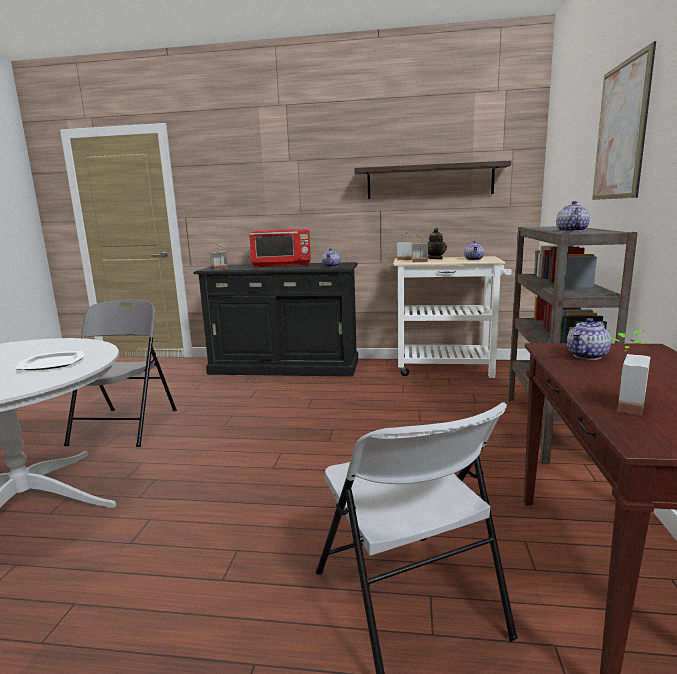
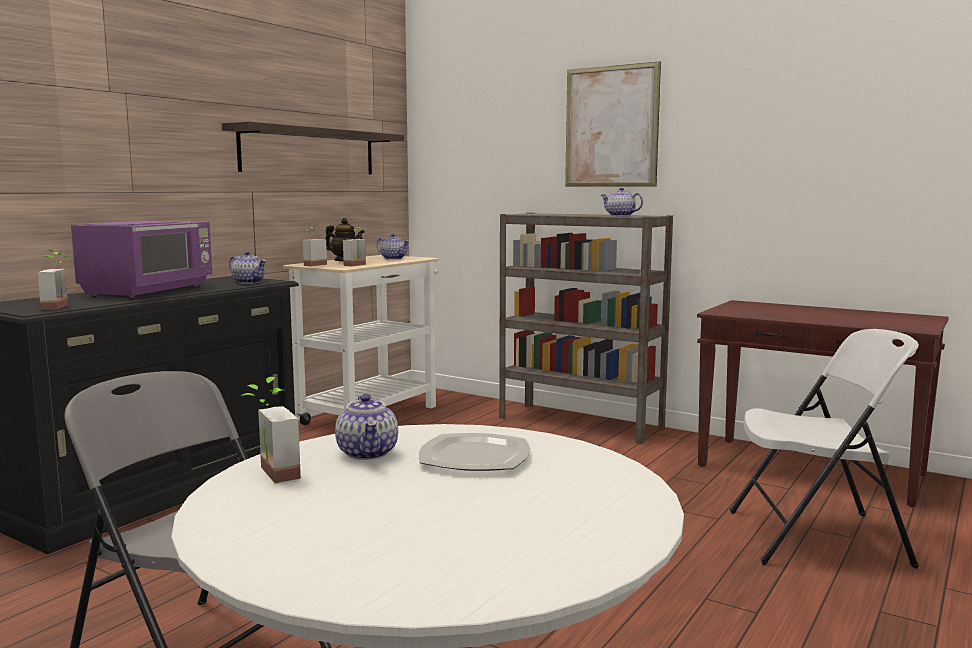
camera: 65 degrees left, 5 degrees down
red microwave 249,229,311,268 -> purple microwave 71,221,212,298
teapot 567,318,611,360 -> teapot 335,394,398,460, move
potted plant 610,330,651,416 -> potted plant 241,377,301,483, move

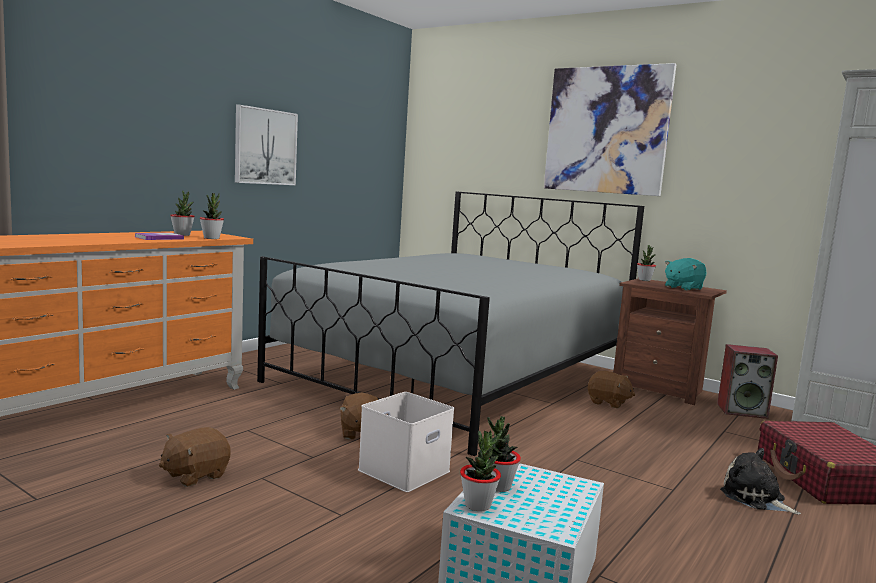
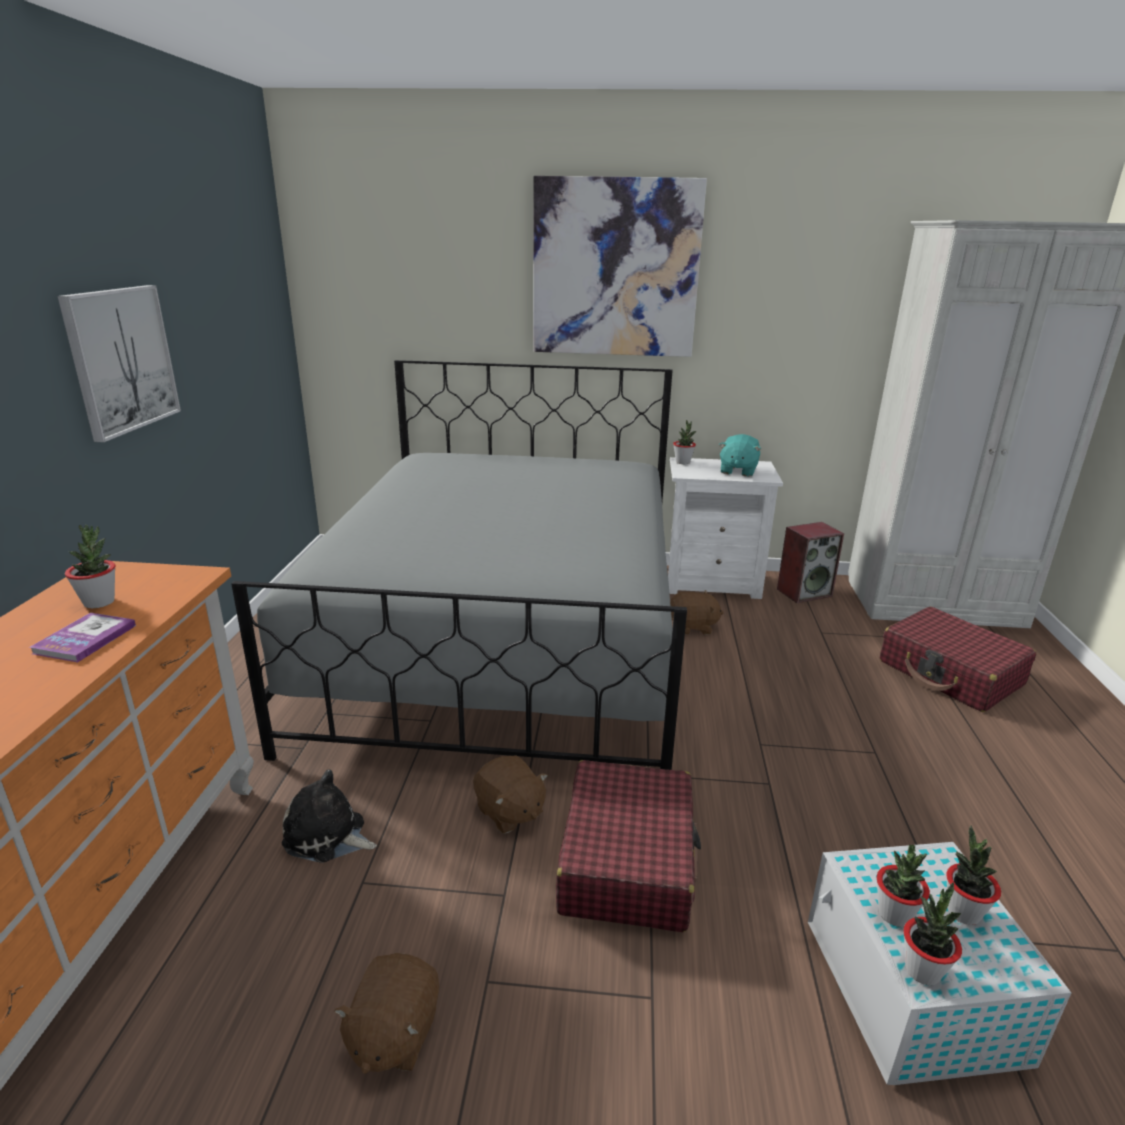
camera: 30 degrees left, 15 degrees up
potted plant 200,193,224,239 -> potted plant 946,826,1001,925, move
brown nightstand 613,278,727,405 -> white nightstand 668,457,783,599
white storage box 358,392,454,492 -> red suitcase 556,760,701,932
plush toy 720,448,801,515 -> plush toy 282,770,377,863, move

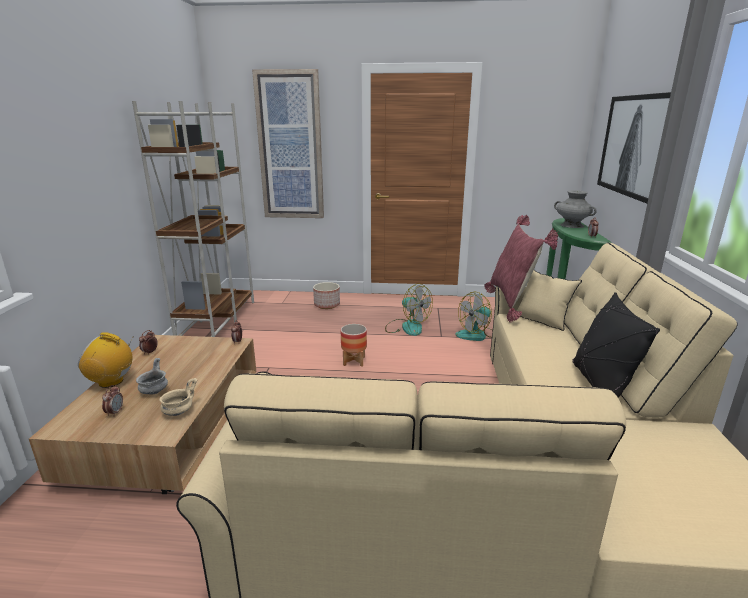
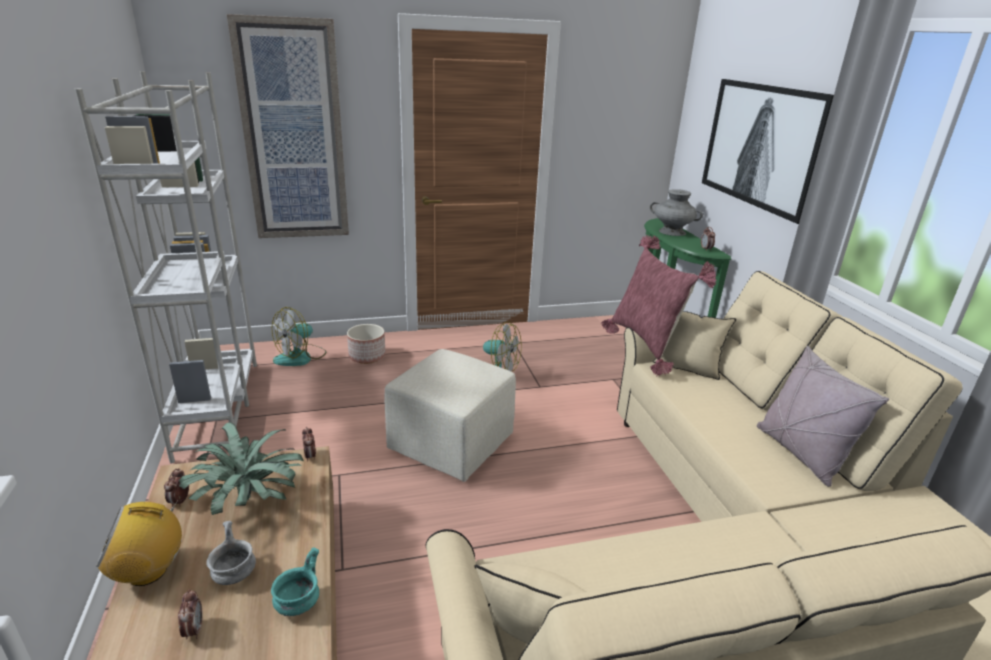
camera: 20 degrees left, 5 degrees up
brown bookcase 132,101,254,337 -> white bookcase 75,71,257,464
fan 455,292,492,341 -> fan 272,307,327,366, move
black pillow 572,292,660,398 -> purple pillow 757,346,889,487
planter 341,324,367,367 -> beige ottoman 384,349,516,482
beige bowl 159,378,197,416 -> turquoise bowl 271,547,319,616
none -> potted plant 179,422,304,515

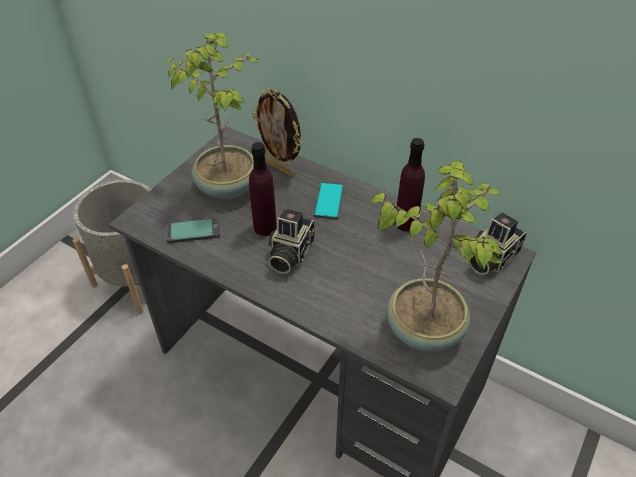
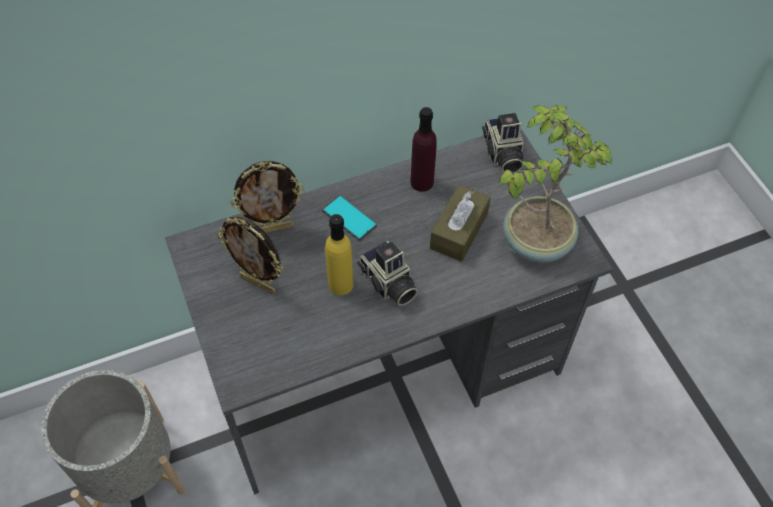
camera: 55 degrees left, 10 degrees up
potted plant 163,32,259,200 -> picture frame 217,217,283,294
purple bottle 249,142,277,236 -> yellow bottle 325,214,354,295
phone 167,218,220,243 -> none
none -> brown tissue box 430,185,491,262

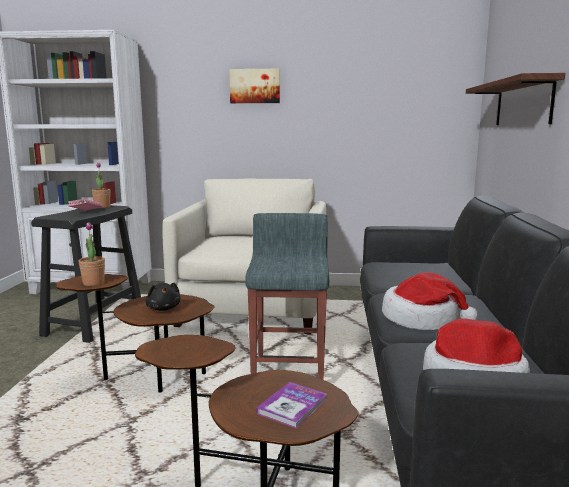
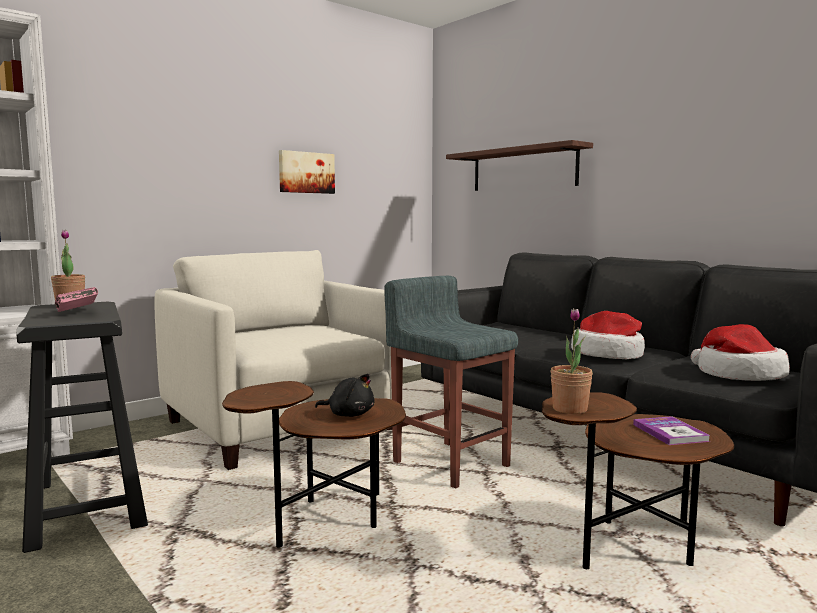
camera: 45 degrees left, 5 degrees down
picture 229,69,280,103 -> picture 279,150,335,194, move
potted plant 78,222,105,286 -> potted plant 550,308,593,414, move

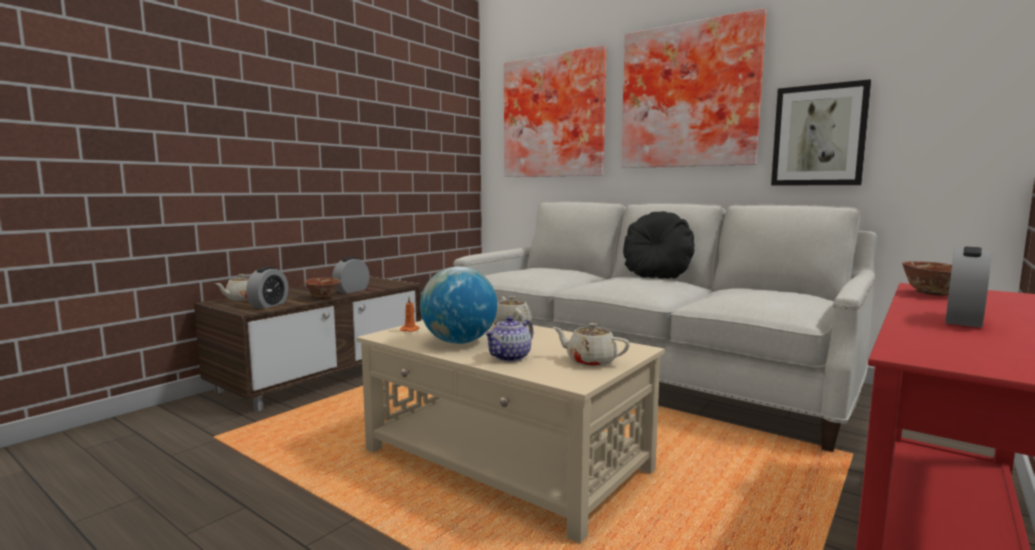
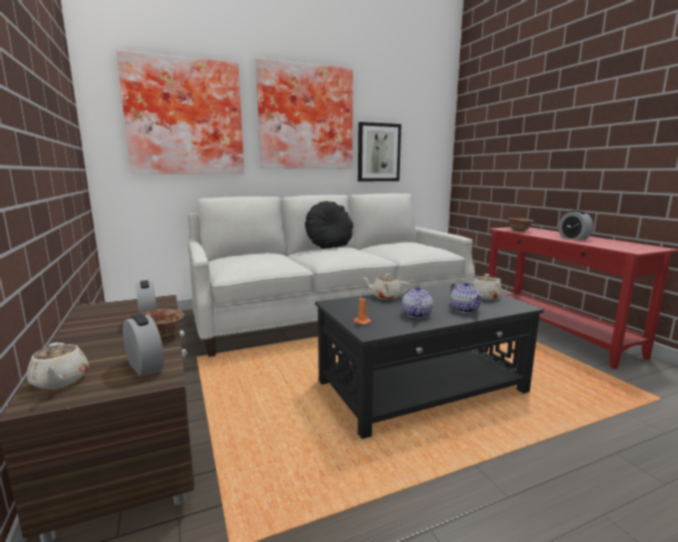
camera: 60 degrees left, 5 degrees up
globe 420,266,497,344 -> teapot 402,286,433,318
beige coffee table 357,320,665,543 -> black coffee table 315,282,544,439

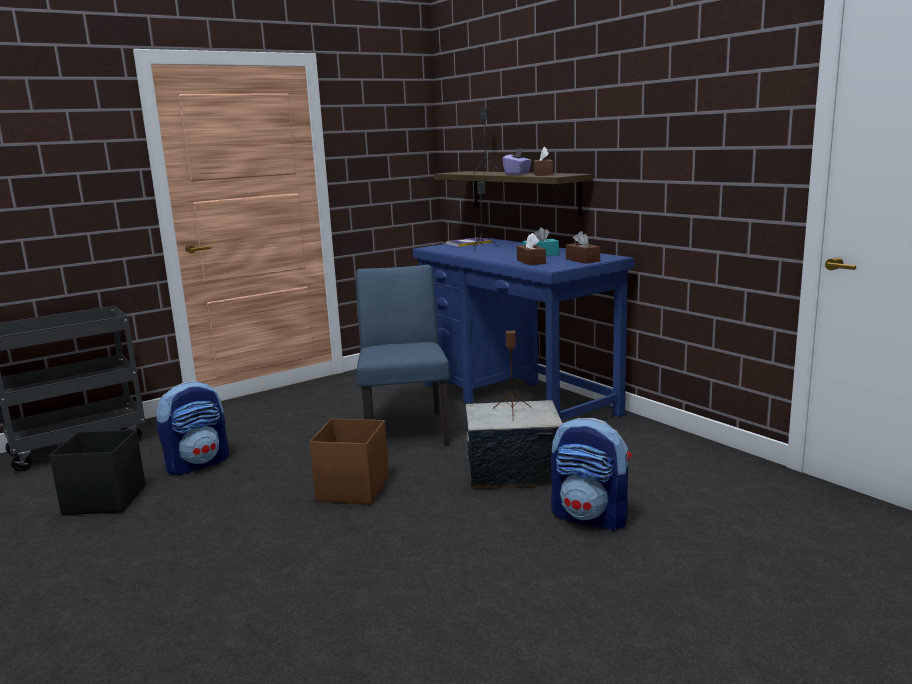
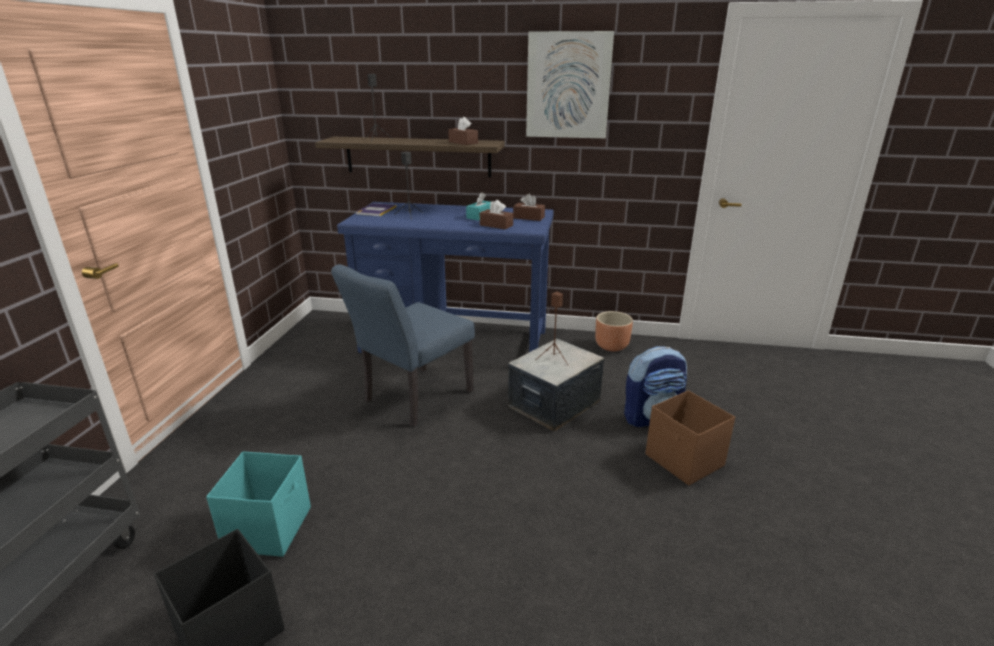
camera: 45 degrees left, 10 degrees up
purple tissue box 502,148,532,175 -> none
blue chair 356,265,450,445 -> blue chair 331,264,475,427, 90 degrees counterclockwise
backpack 156,381,229,475 -> turquoise storage box 206,451,311,557
brown storage box 309,418,389,504 -> brown storage box 645,391,735,485, move
none -> picture 526,31,614,139
none -> brown planter 595,311,633,351

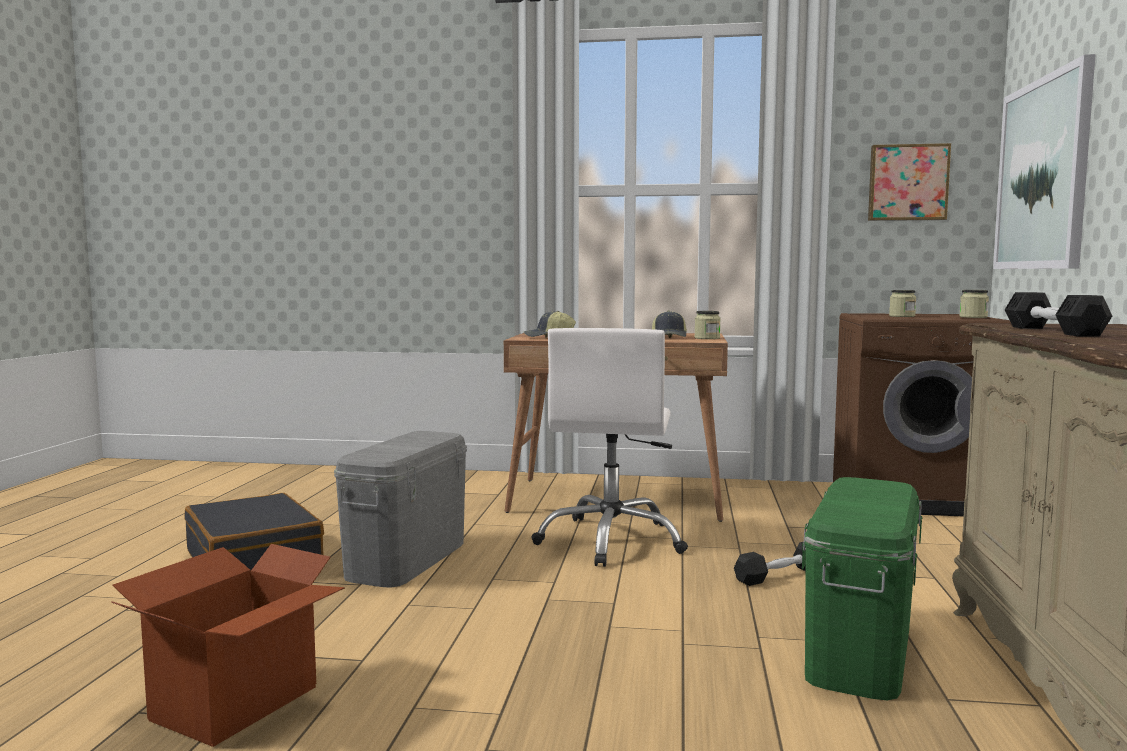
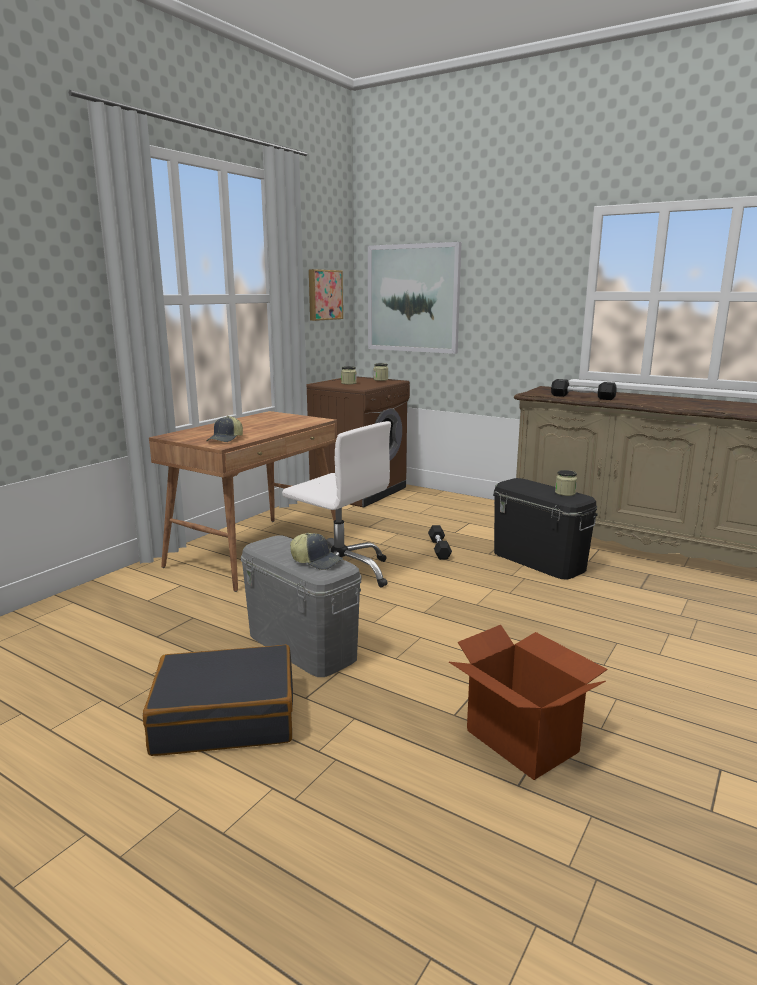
camera: 65 degrees left, 10 degrees up
cap 652,310,687,338 -> cap 290,533,343,570, move
jar 695,311,721,339 -> jar 555,470,577,496, move
green storage box 802,477,922,701 -> black storage box 493,478,598,579

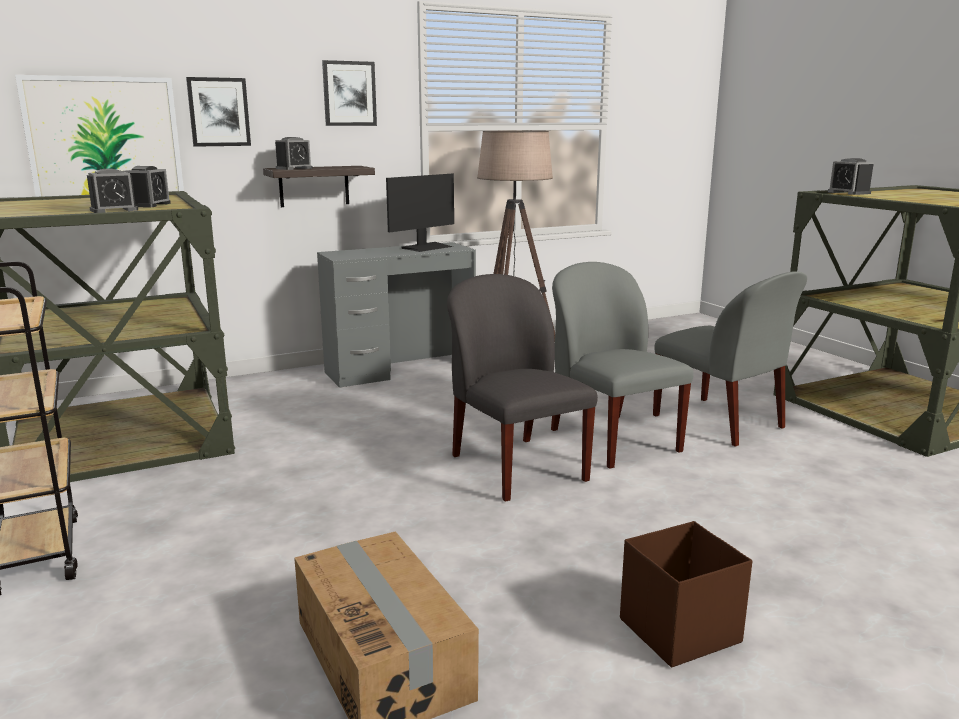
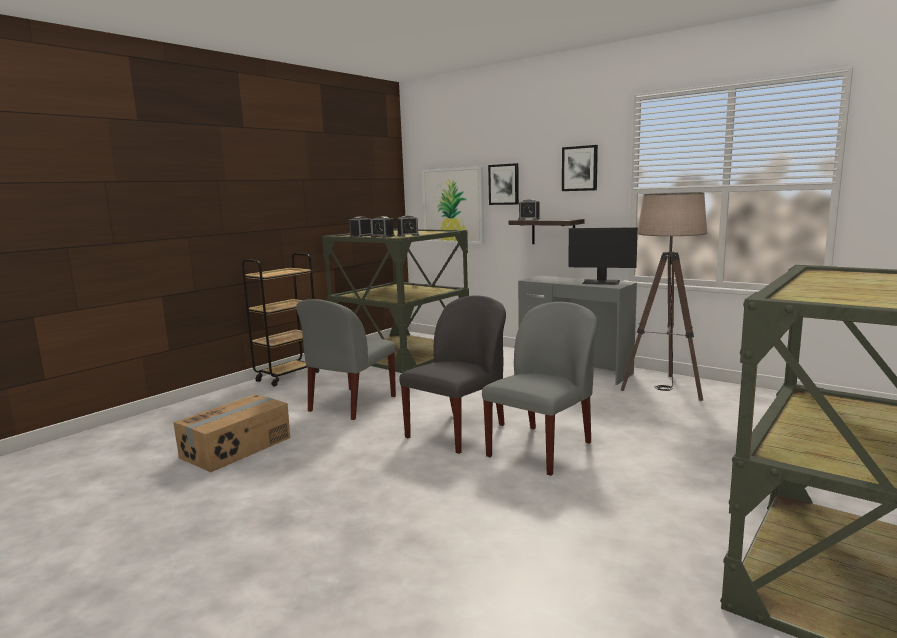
camera: 65 degrees right, 5 degrees down
alarm clock 828,158,874,195 -> alarm clock 350,217,372,237, move
grey chair 653,271,807,447 -> grey chair 296,299,396,420, move
brown storage box 620,521,752,668 -> none

